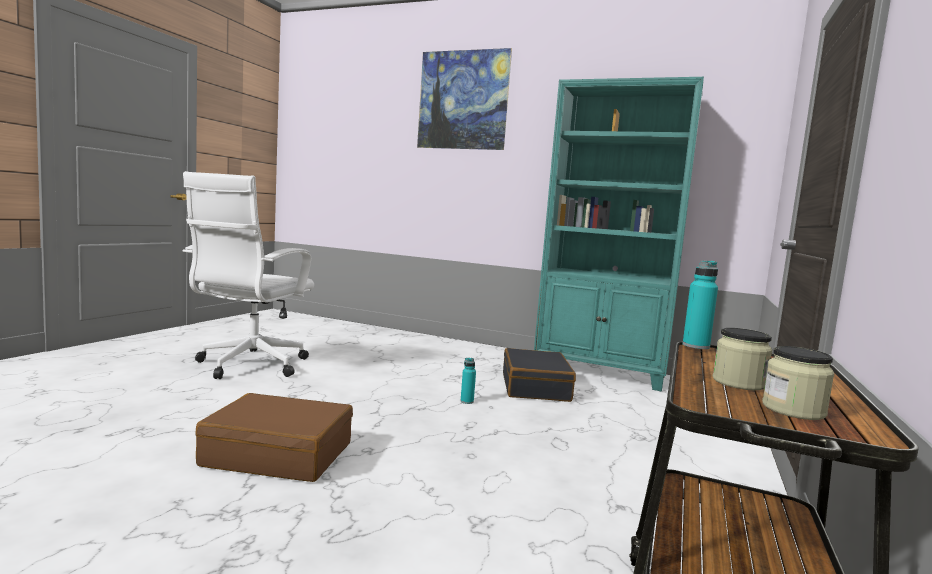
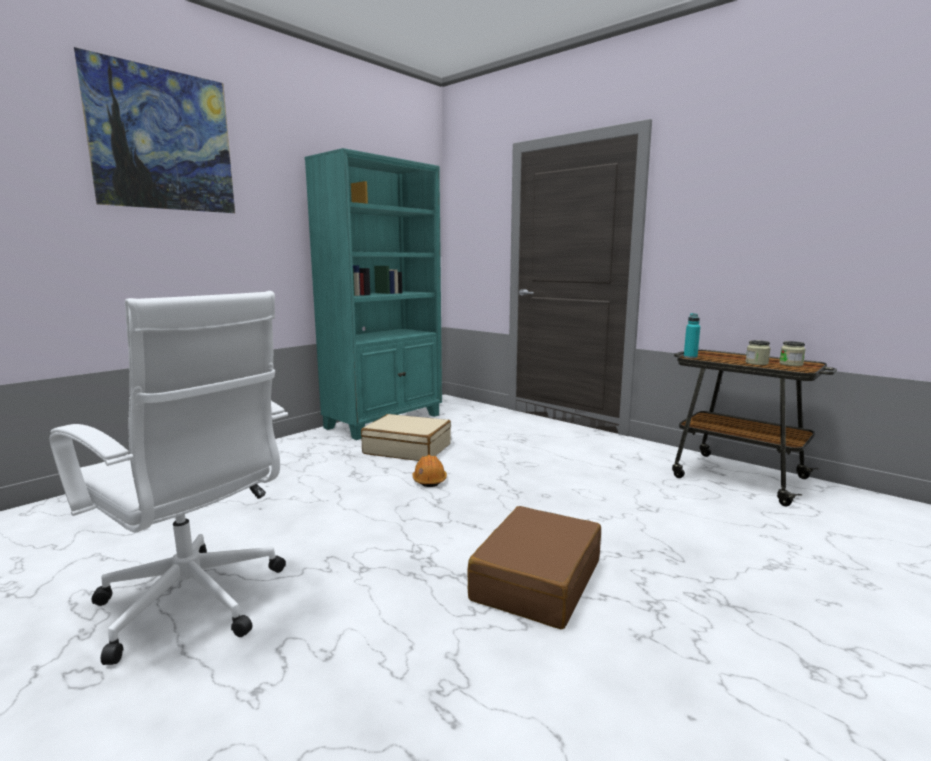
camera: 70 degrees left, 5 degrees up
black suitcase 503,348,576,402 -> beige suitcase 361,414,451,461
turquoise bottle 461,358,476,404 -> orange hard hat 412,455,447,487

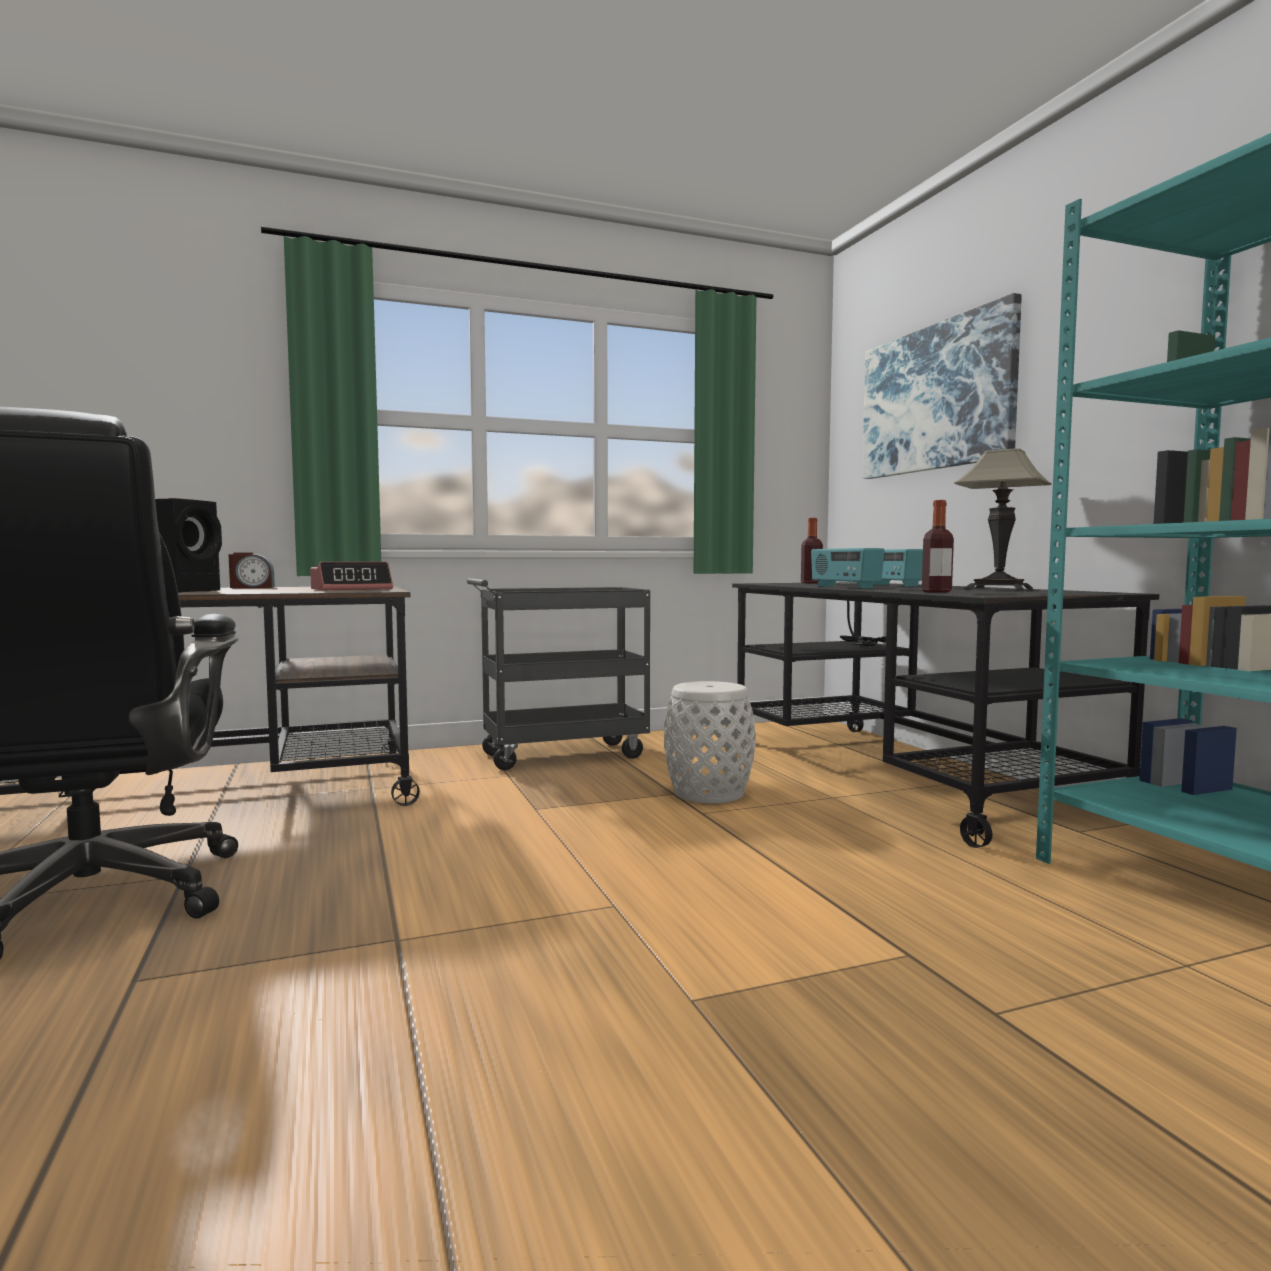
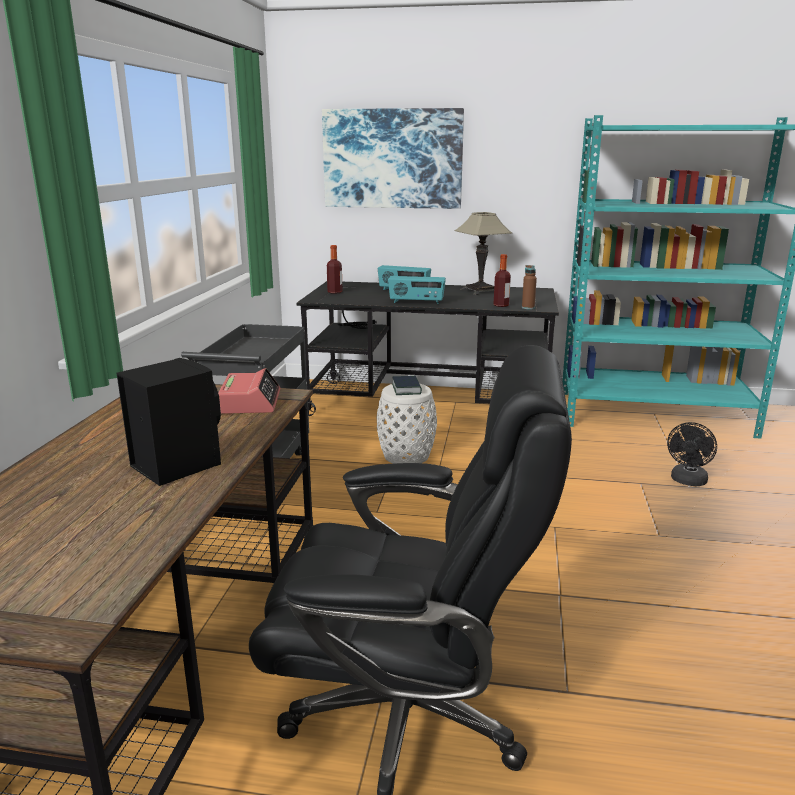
camera: 60 degrees left, 15 degrees up
alarm clock 229,552,275,588 -> none
none -> brown bottle 522,265,537,309
none -> book 392,376,422,395
none -> black fan 667,422,717,486

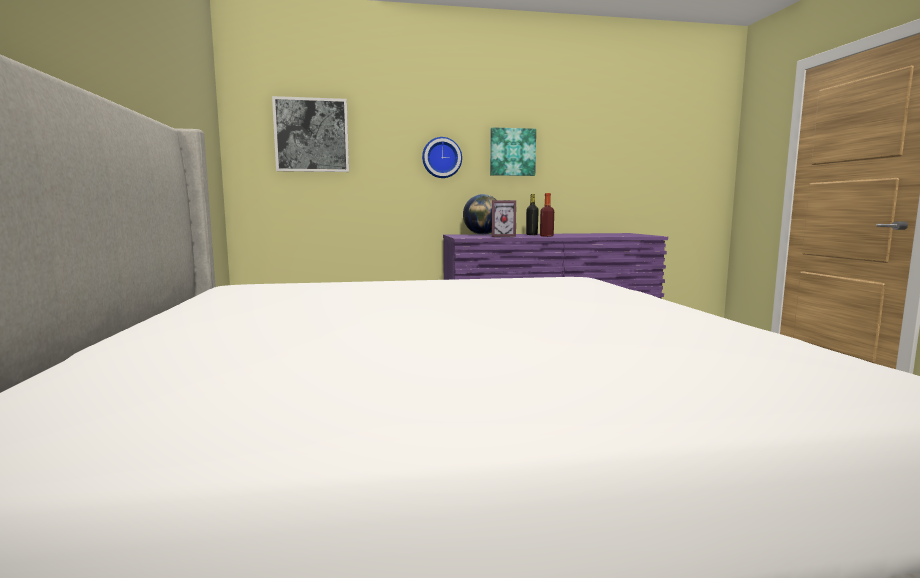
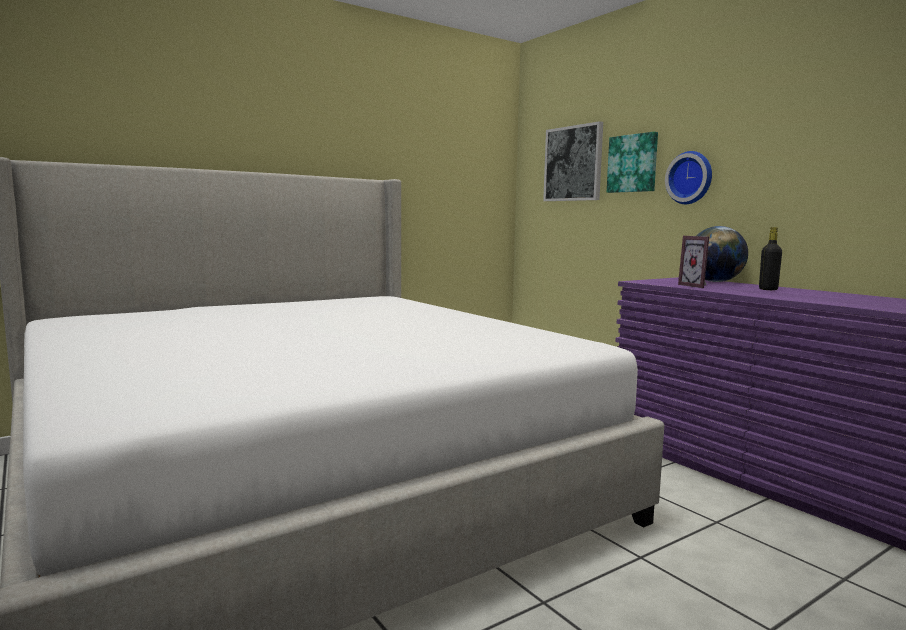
camera: 65 degrees right, 0 degrees up
picture 490,127,536,176 -> picture 607,132,658,193, move
bottle 540,193,554,237 -> none

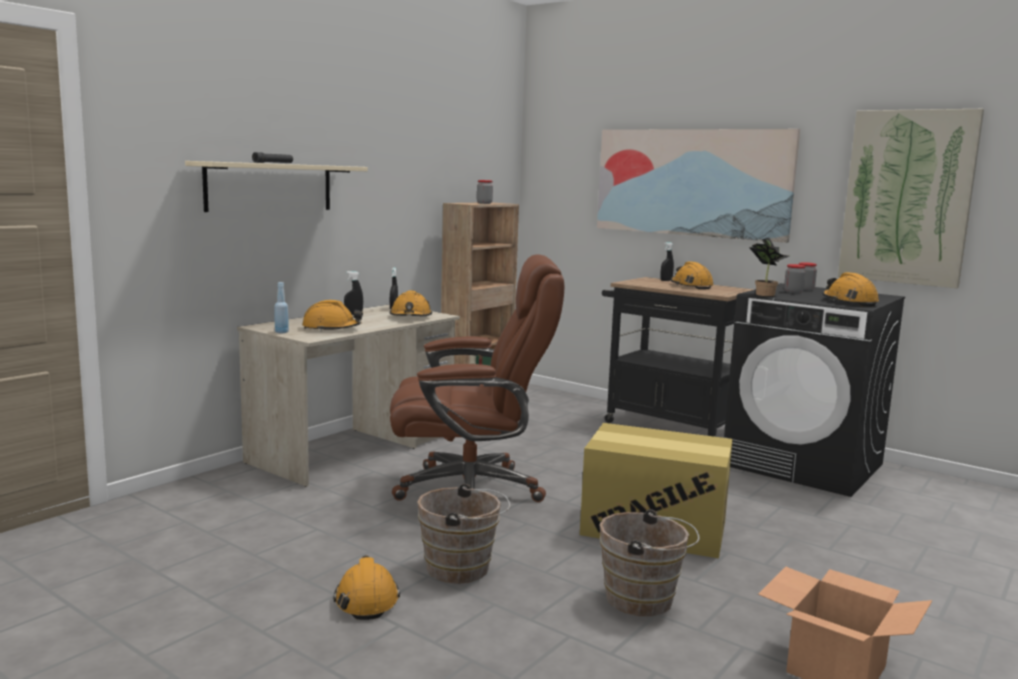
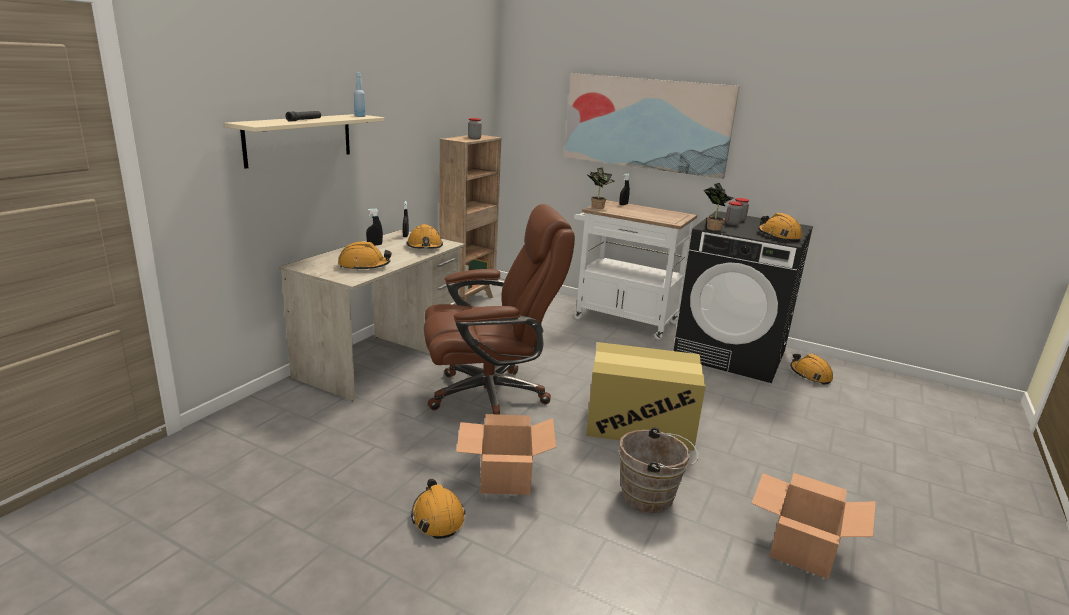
camera: 10 degrees left, 10 degrees up
picture 838,109,984,288 -> none
orange hard hat 671,261,714,289 -> orange hard hat 791,354,833,385, move
black cart 602,277,755,436 -> white cart 574,200,697,339
blue bottle 275,282,289,333 -> blue bottle 354,73,366,117, move
brown bucket 417,483,510,584 -> cardboard box 456,414,556,495
none -> potted plant 586,167,615,209

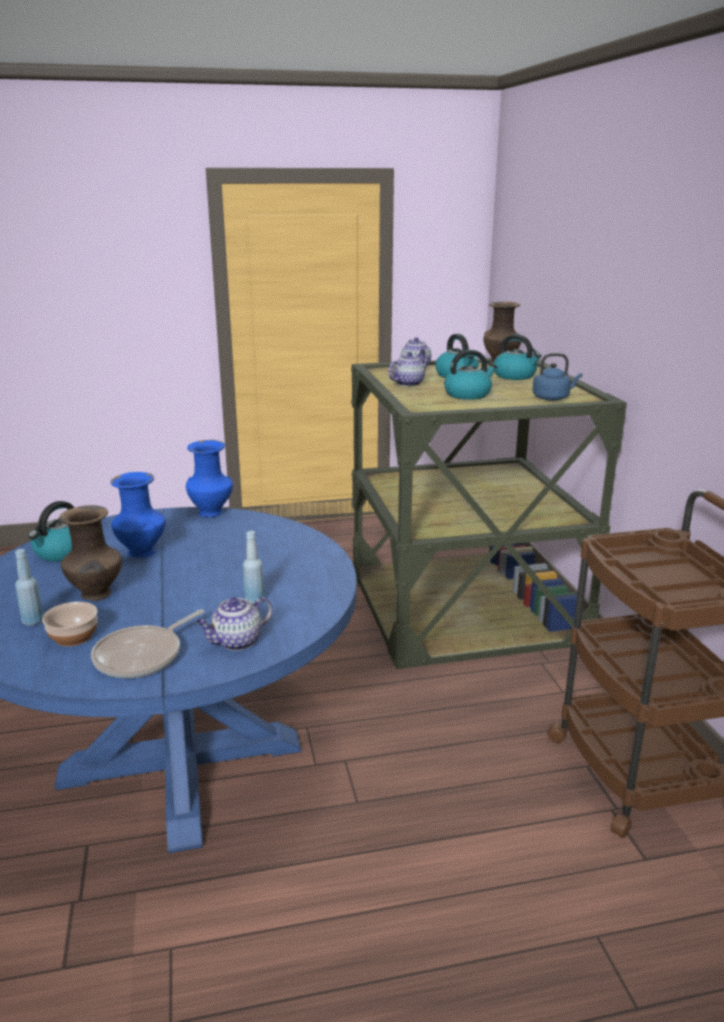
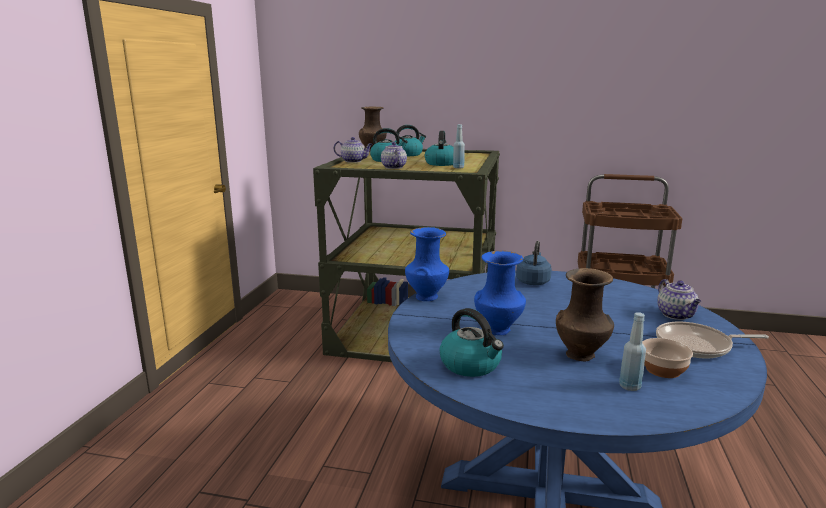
camera: 65 degrees left, 5 degrees down
blue kettle 532,353,582,401 -> blue kettle 516,241,552,285, move
blue bottle 243,531,264,604 -> blue bottle 453,124,465,169, move
frying pan 91,609,205,678 -> frying pan 656,321,769,359, 120 degrees clockwise

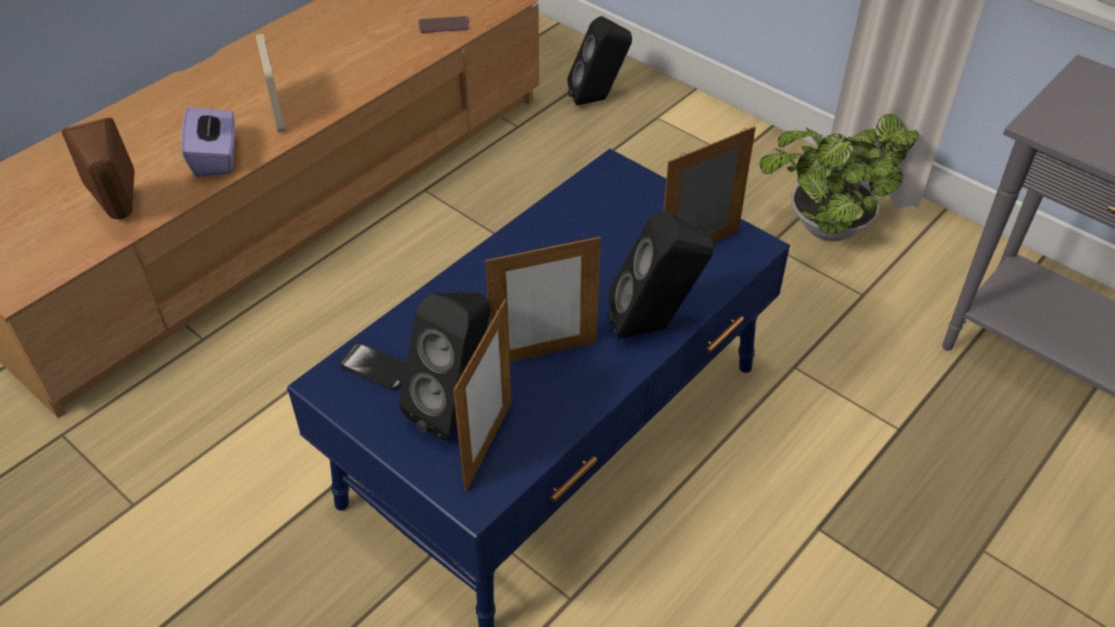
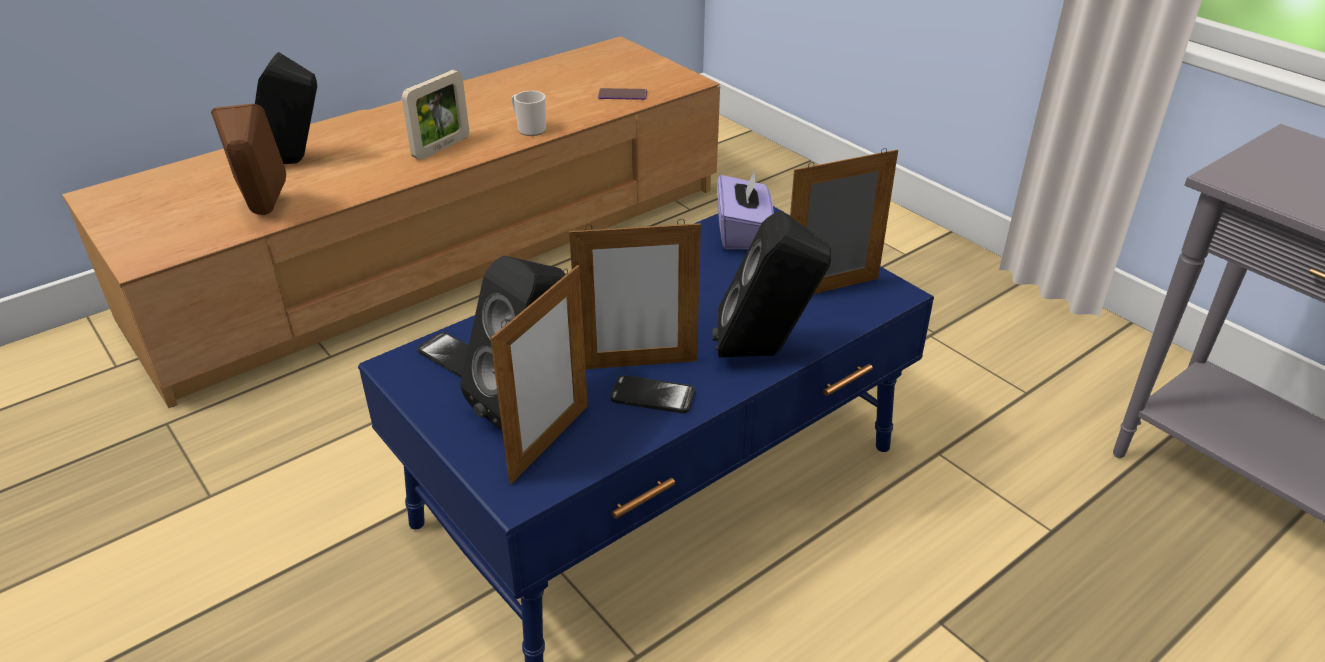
camera: 10 degrees right, 10 degrees down
black speaker 567,16,632,106 -> black speaker 255,52,317,164, move
picture frame 255,33,286,132 -> picture frame 402,70,469,160, 135 degrees counterclockwise
purple tissue box 182,104,235,177 -> purple tissue box 717,168,774,249, move
potted plant 759,114,918,241 -> none
none -> mug 511,91,546,136
none -> phone 610,375,695,413

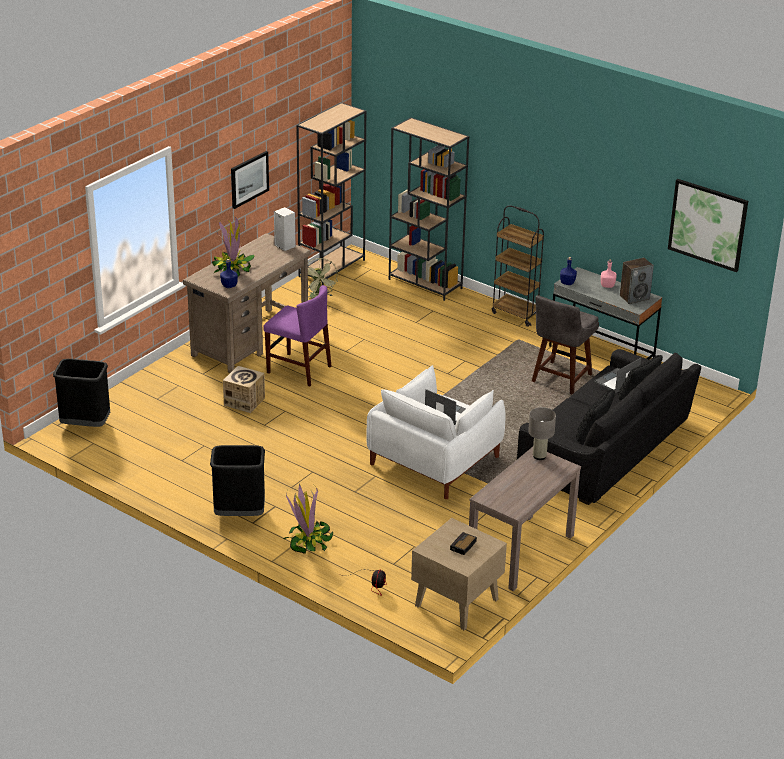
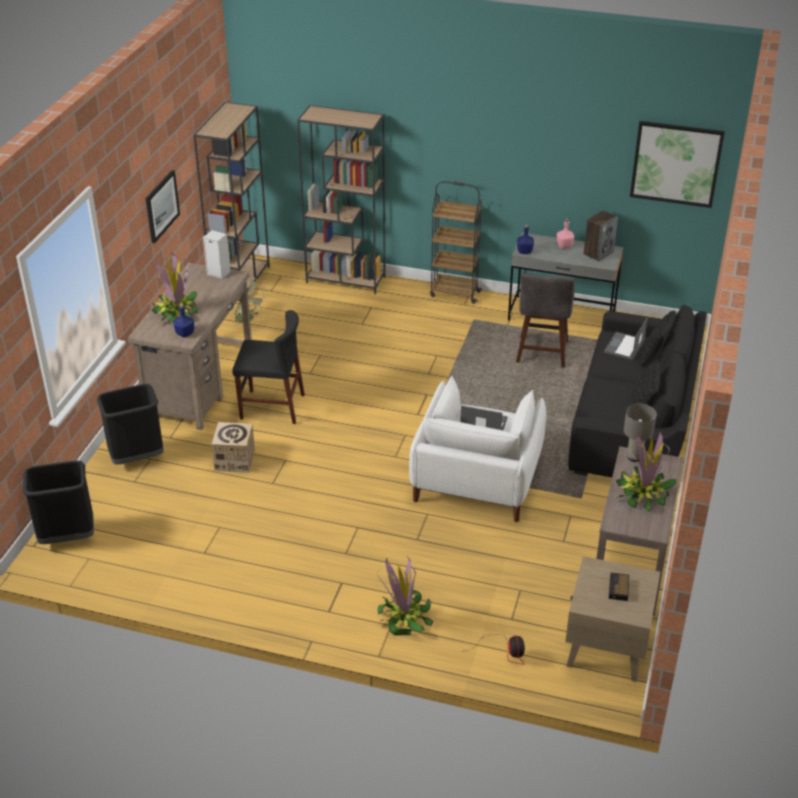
camera: 20 degrees left, 5 degrees up
purple chair 263,285,331,387 -> black chair 232,310,305,424
black trash can 210,445,265,516 -> black trash can 97,384,164,465, move
none -> potted plant 614,432,677,512

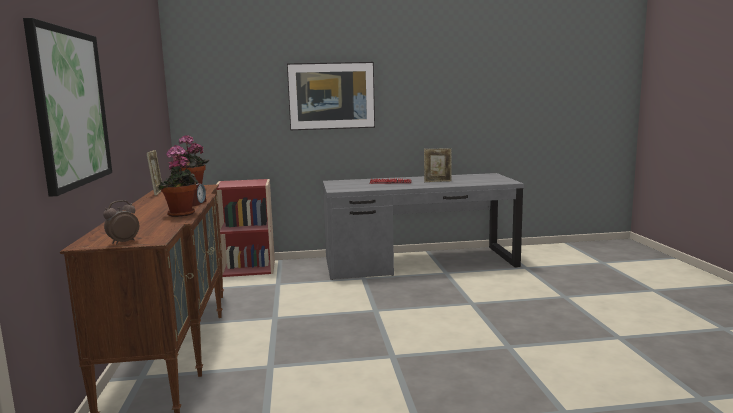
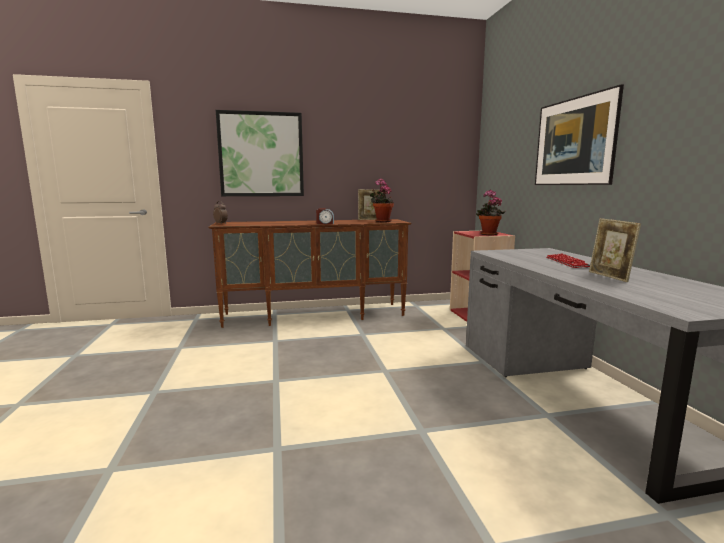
camera: 85 degrees right, 0 degrees up
potted plant 158,145,199,217 -> potted plant 476,190,506,235, move

